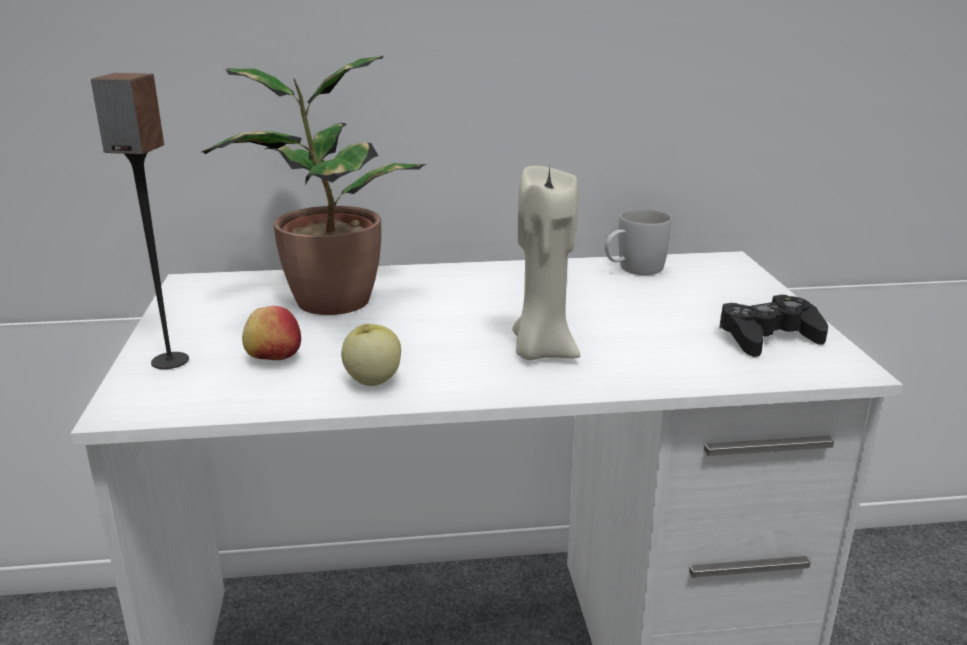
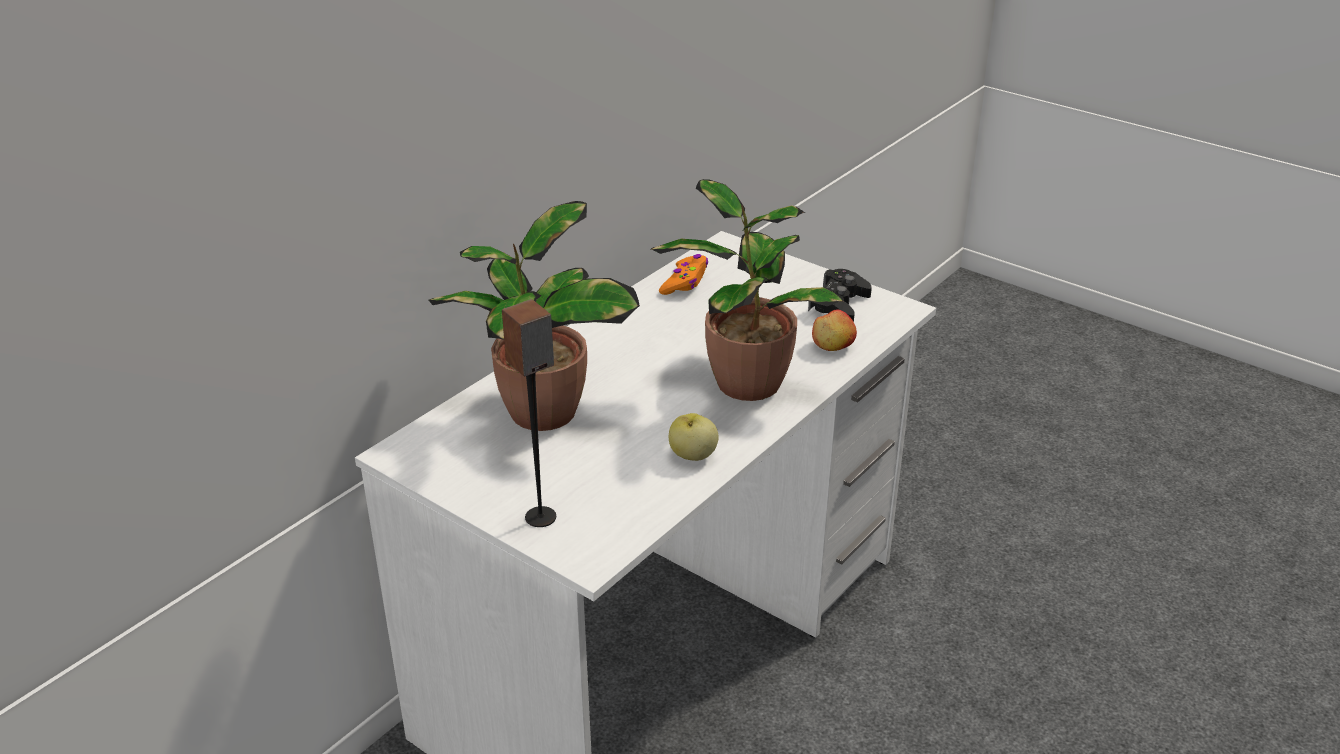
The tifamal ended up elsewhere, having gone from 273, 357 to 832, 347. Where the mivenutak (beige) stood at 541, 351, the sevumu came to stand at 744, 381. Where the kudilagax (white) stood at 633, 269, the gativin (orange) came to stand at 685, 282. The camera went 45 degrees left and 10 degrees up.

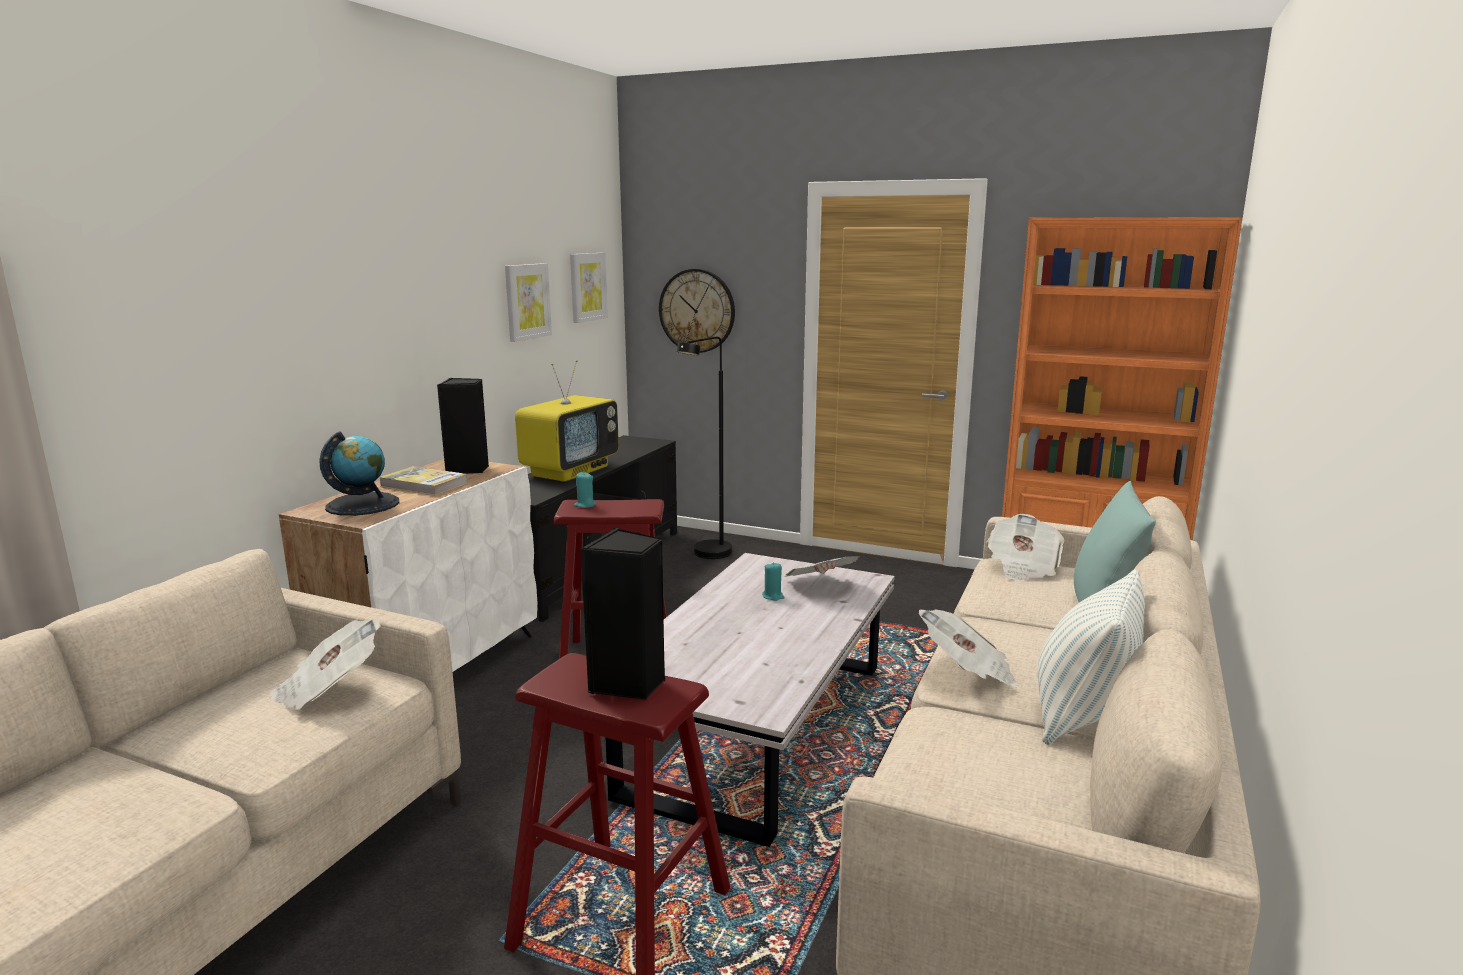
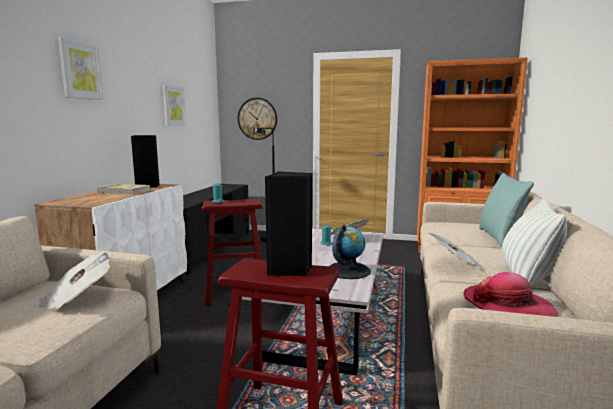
The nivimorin ended up elsewhere, having gone from 363, 504 to 348, 270. The second view lost the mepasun at 570, 471. The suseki ended up elsewhere, having gone from 587, 287 to 80, 70. The second view lost the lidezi at 1022, 567. The second view gained the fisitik at 508, 306. The camera went 10 degrees left and 5 degrees down.

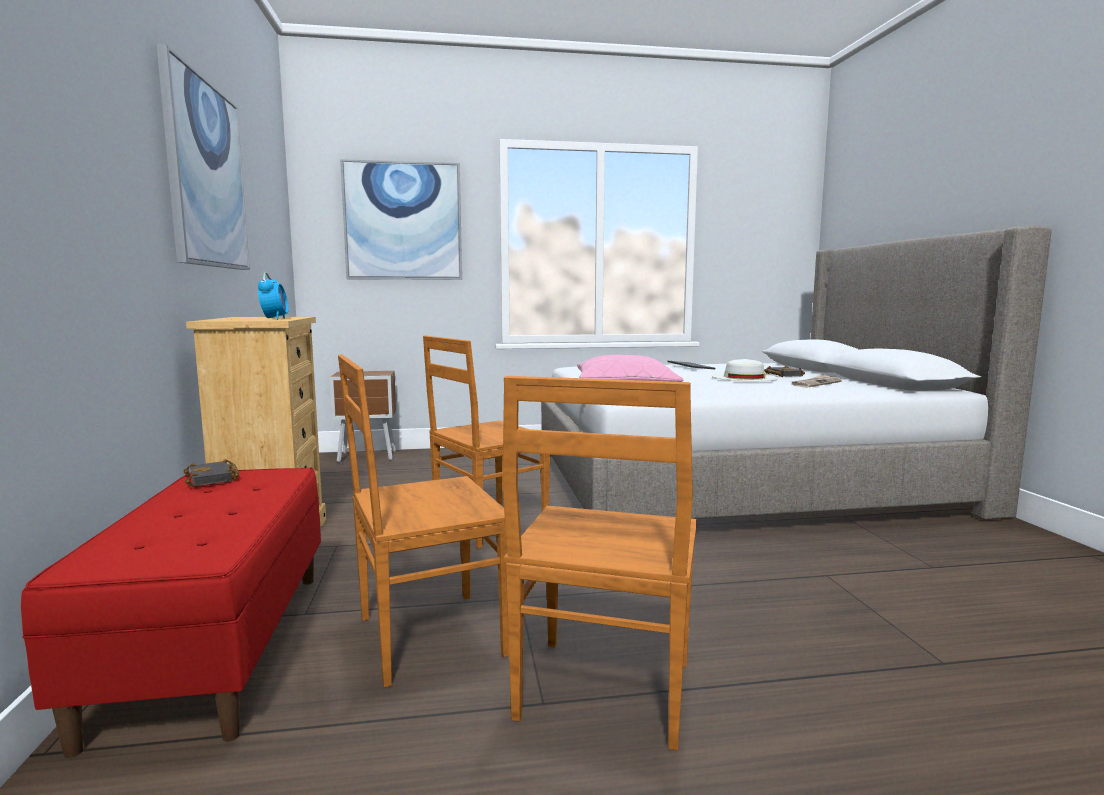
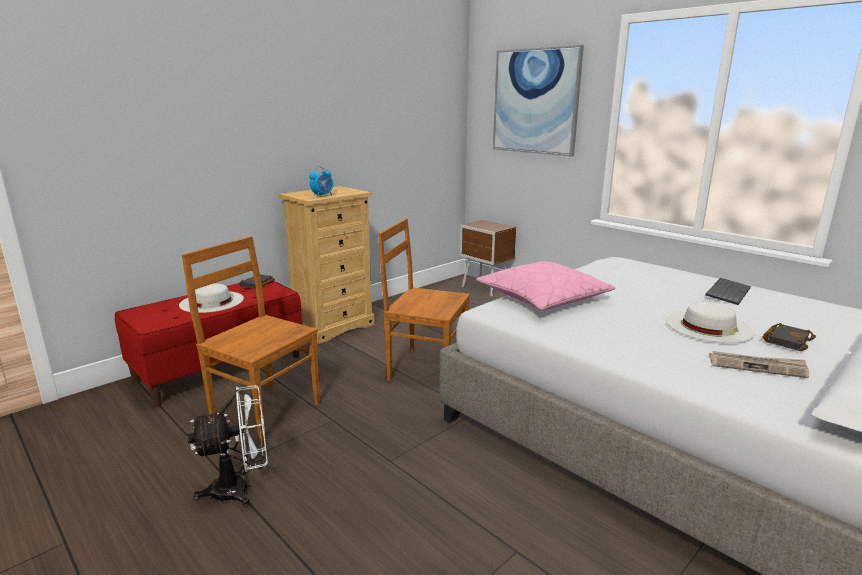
The second view lost the suseki at 206, 175. Where the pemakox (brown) stood at 603, 693, the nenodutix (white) came to stand at 240, 488. The second view gained the fisitik (white) at 211, 301. The camera went 55 degrees right and 10 degrees up.

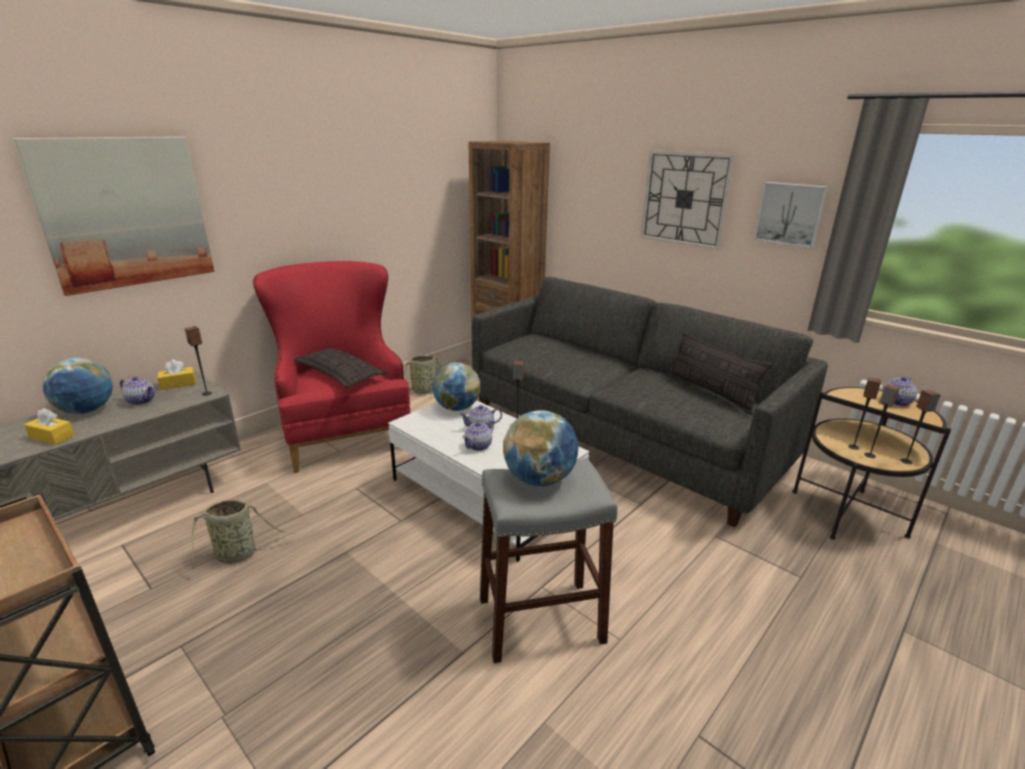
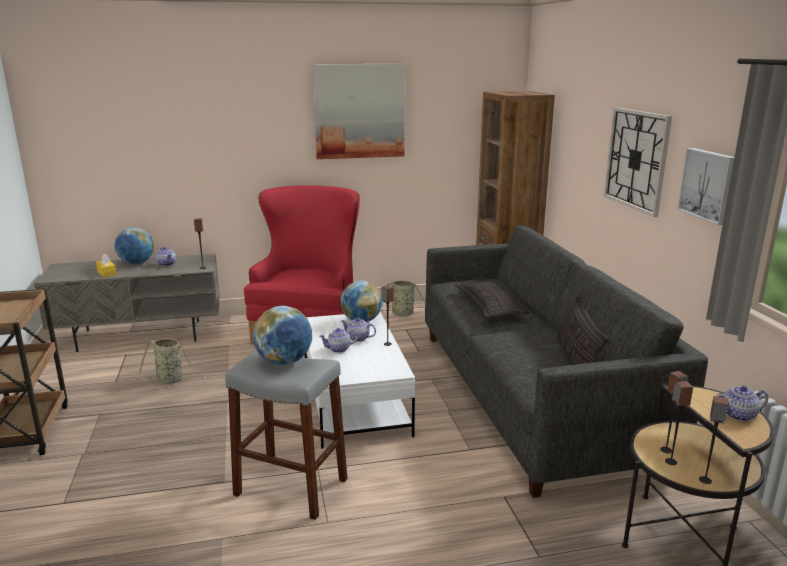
The suseki ended up elsewhere, having gone from 125, 213 to 359, 111. The second view lost the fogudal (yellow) at 178, 384. The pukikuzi ended up elsewhere, having gone from 340, 373 to 489, 306. The camera went 35 degrees right and 5 degrees down.

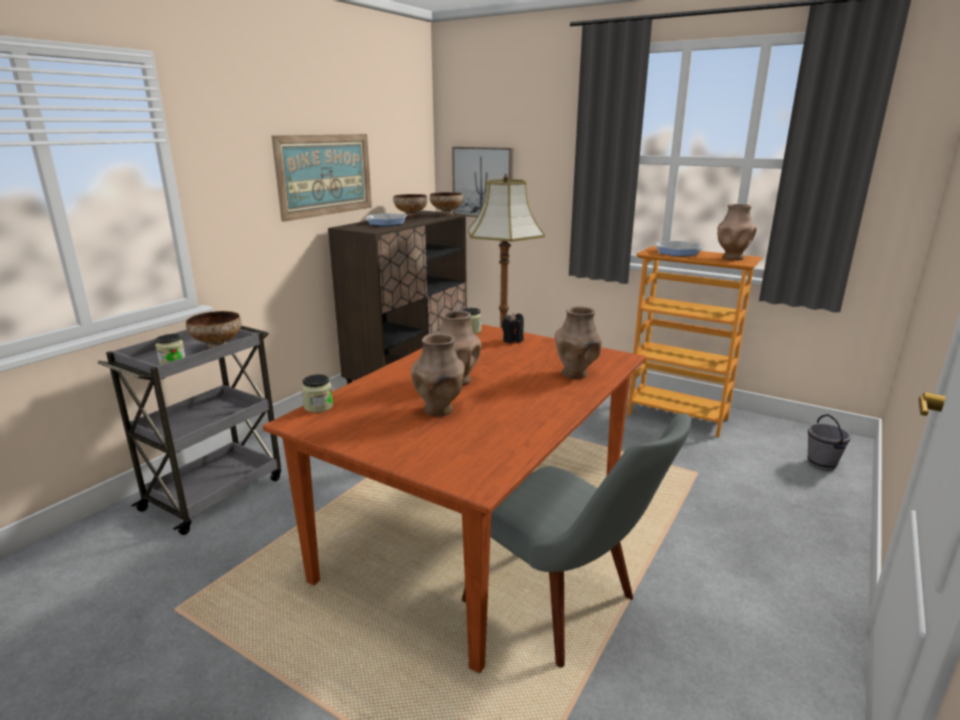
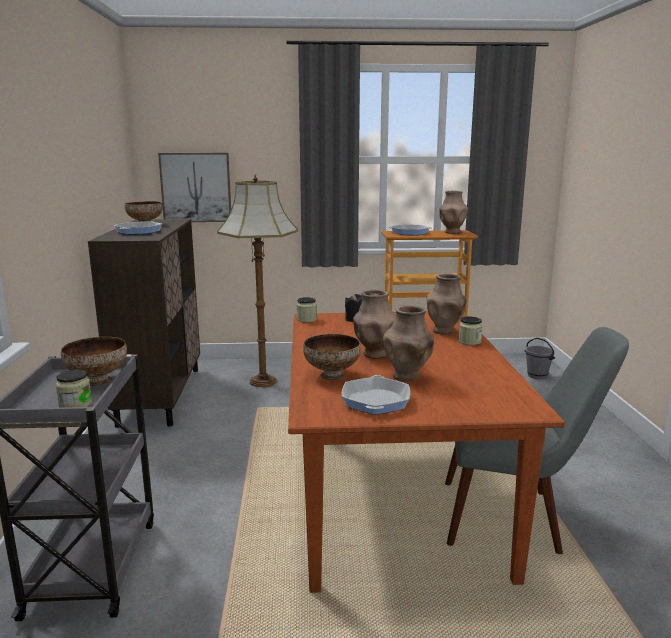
The second view lost the suseki at 325, 175. The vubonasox ended up elsewhere, having gone from 318, 406 to 469, 342. The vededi ended up elsewhere, having gone from 447, 214 to 332, 375. The second view gained the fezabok at 375, 401. The camera went 35 degrees left and 5 degrees down.

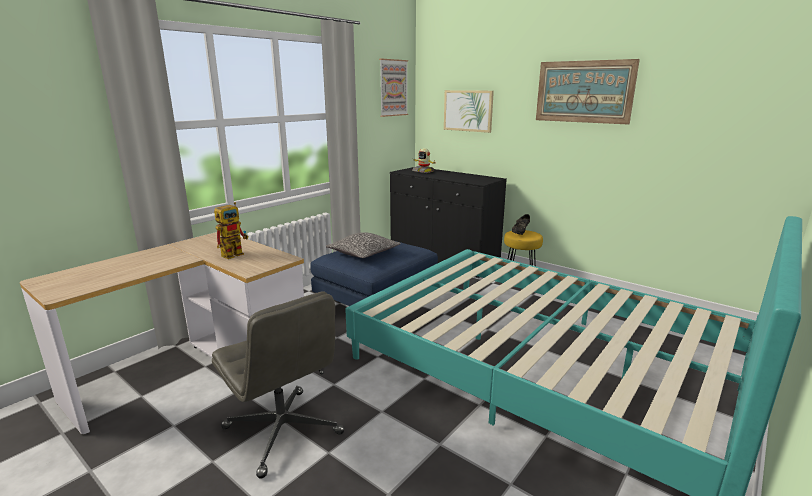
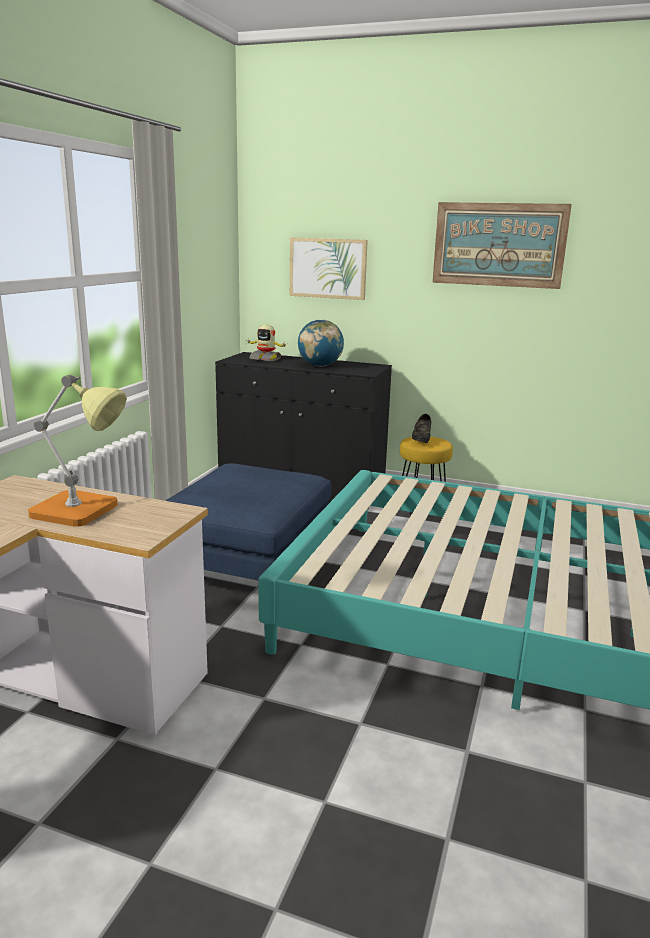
The second view lost the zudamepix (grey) at 284, 431. Where the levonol stood at 235, 253, the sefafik came to stand at 83, 511. The second view lost the pukikuzi at 363, 253. The second view lost the suseki at 393, 88. The second view gained the nivimorin at 320, 365. The camera went 20 degrees left and 0 degrees up.

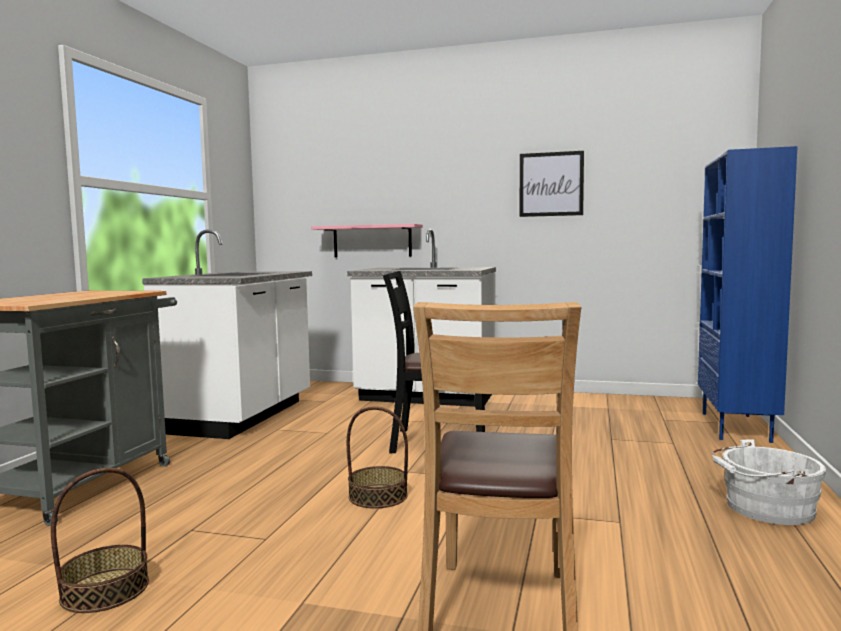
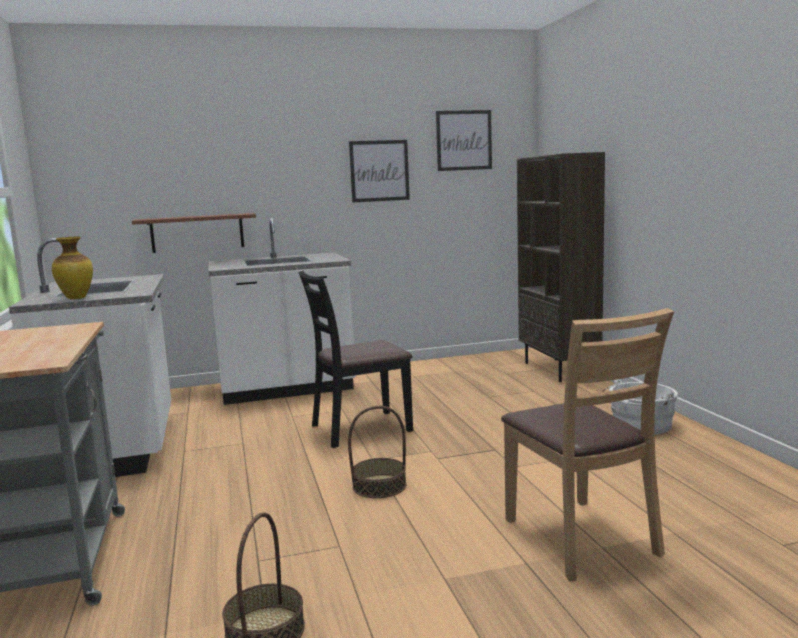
What was the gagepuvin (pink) at 372, 241 turned into the gagepuvin (brown) at 197, 233. What was the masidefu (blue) at 737, 427 turned into the masidefu (brown) at 559, 370. The second view gained the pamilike at 77, 298. The second view gained the suseki at 464, 140. The camera went 30 degrees left and 5 degrees up.

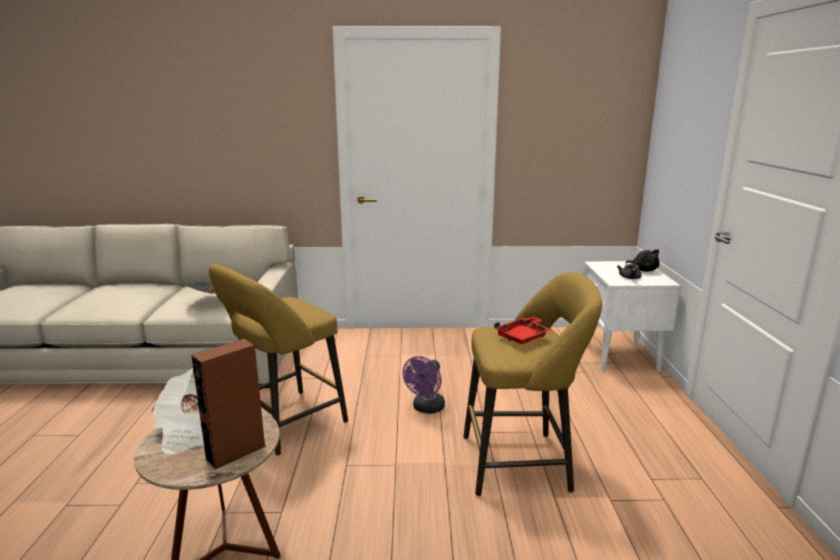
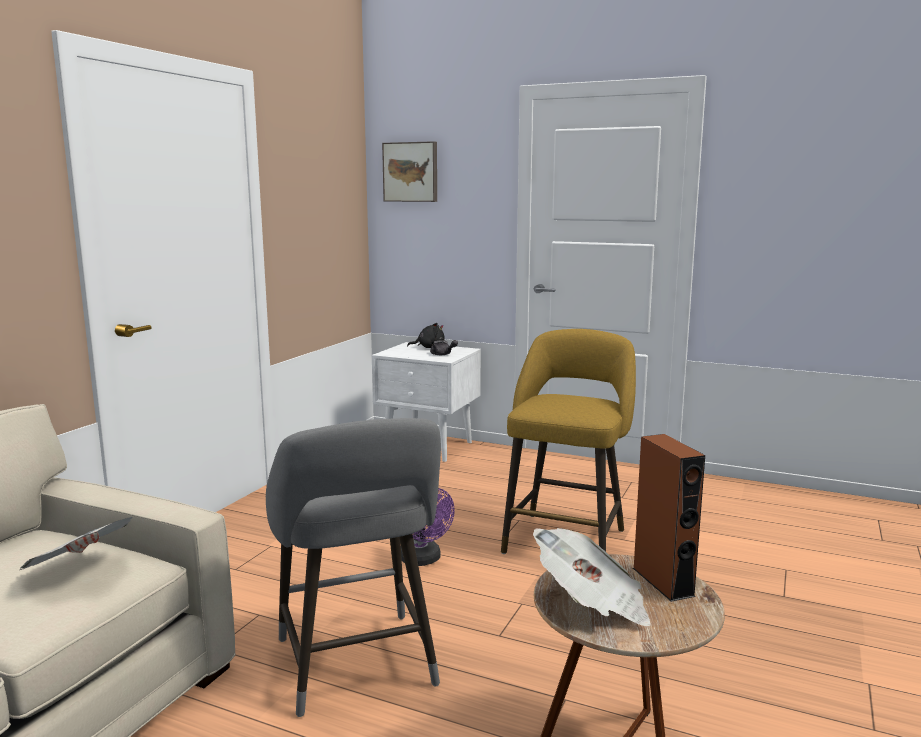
What was the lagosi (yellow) at 284, 424 turned into the lagosi (grey) at 358, 668. The second view lost the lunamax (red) at 523, 337. The second view gained the suseki at 411, 172. The camera went 65 degrees left and 5 degrees down.

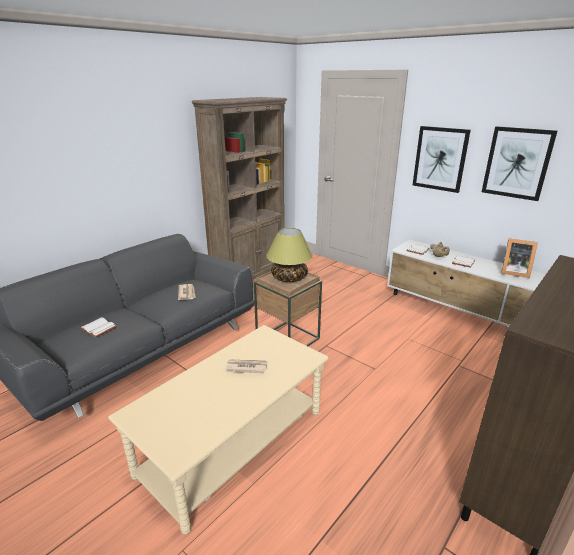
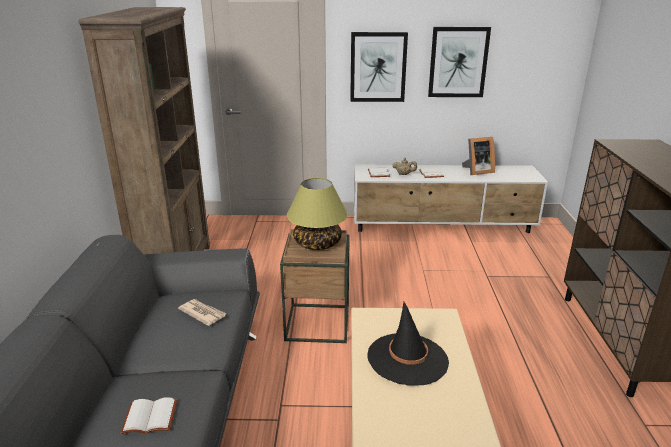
Where the lidezi stood at 246, 367, the fisitik (black) came to stand at 407, 359. The camera went 40 degrees left and 0 degrees up.

